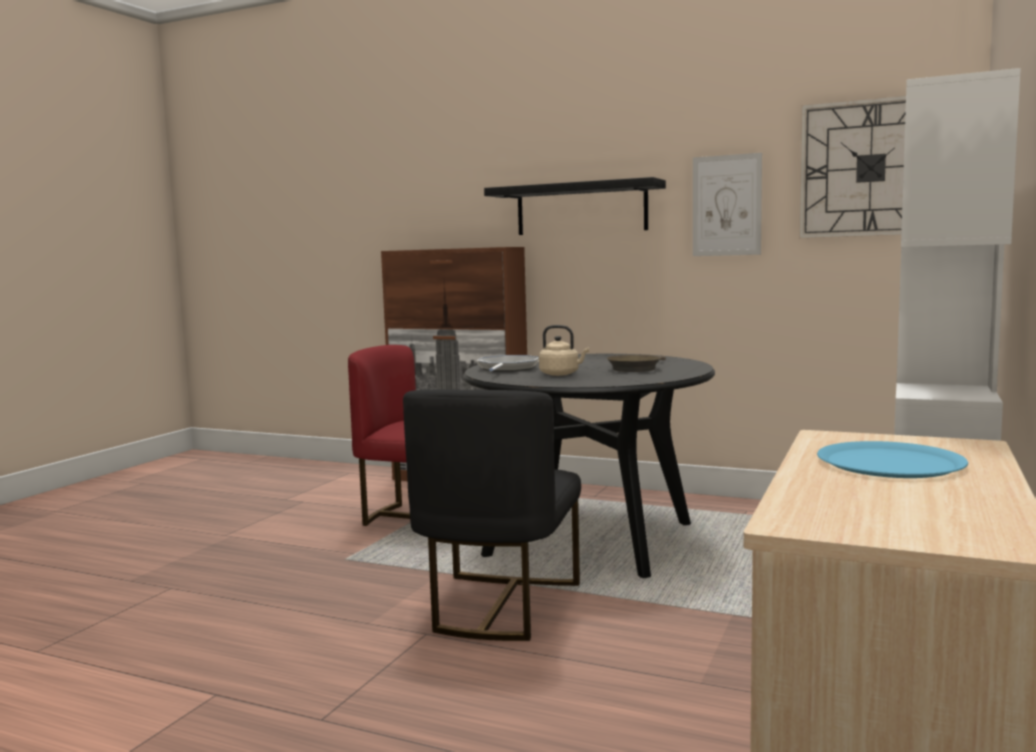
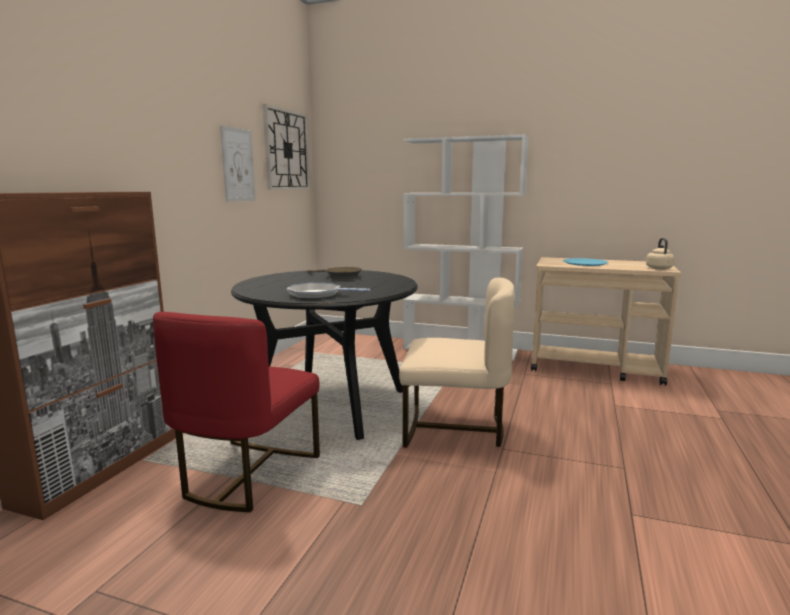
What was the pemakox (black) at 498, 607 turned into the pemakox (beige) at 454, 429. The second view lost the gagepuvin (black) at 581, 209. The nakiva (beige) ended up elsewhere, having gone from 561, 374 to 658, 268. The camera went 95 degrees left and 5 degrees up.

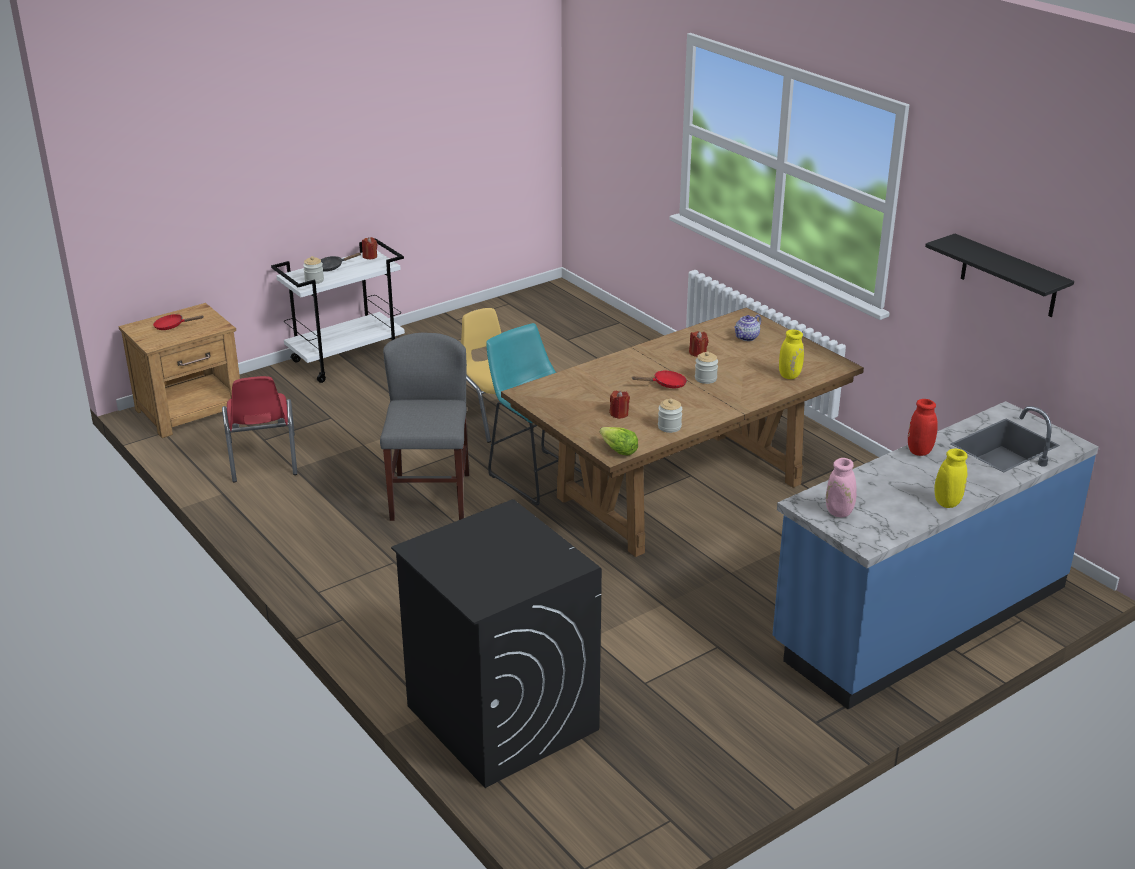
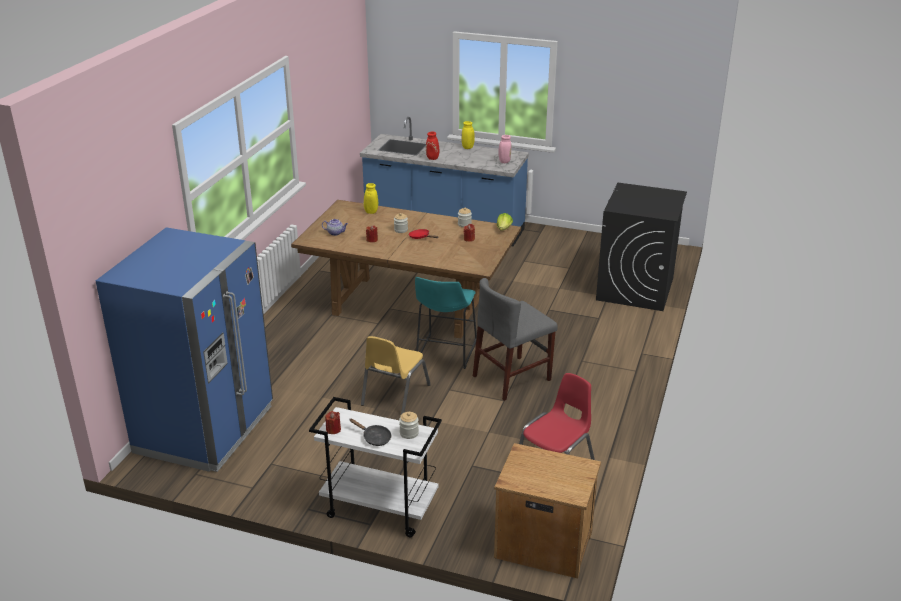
The second view lost the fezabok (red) at 172, 326. The second view lost the gagepuvin (black) at 1009, 276. The second view gained the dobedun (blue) at 205, 430. The camera went 125 degrees left and 0 degrees up.

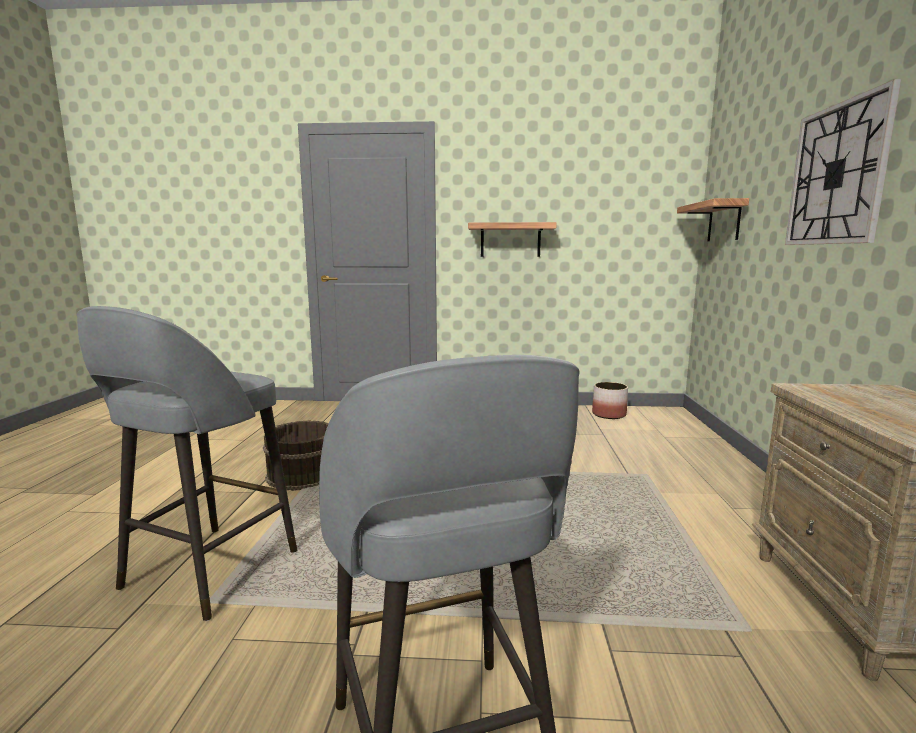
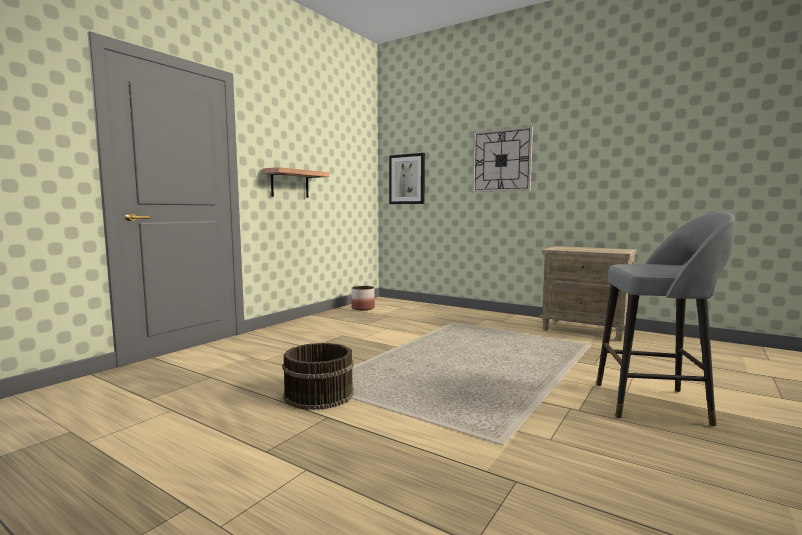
The second view lost the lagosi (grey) at 206, 572. Where the gagepuvin hung at 724, 221, the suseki came to hang at 407, 179. The camera went 60 degrees left and 5 degrees down.

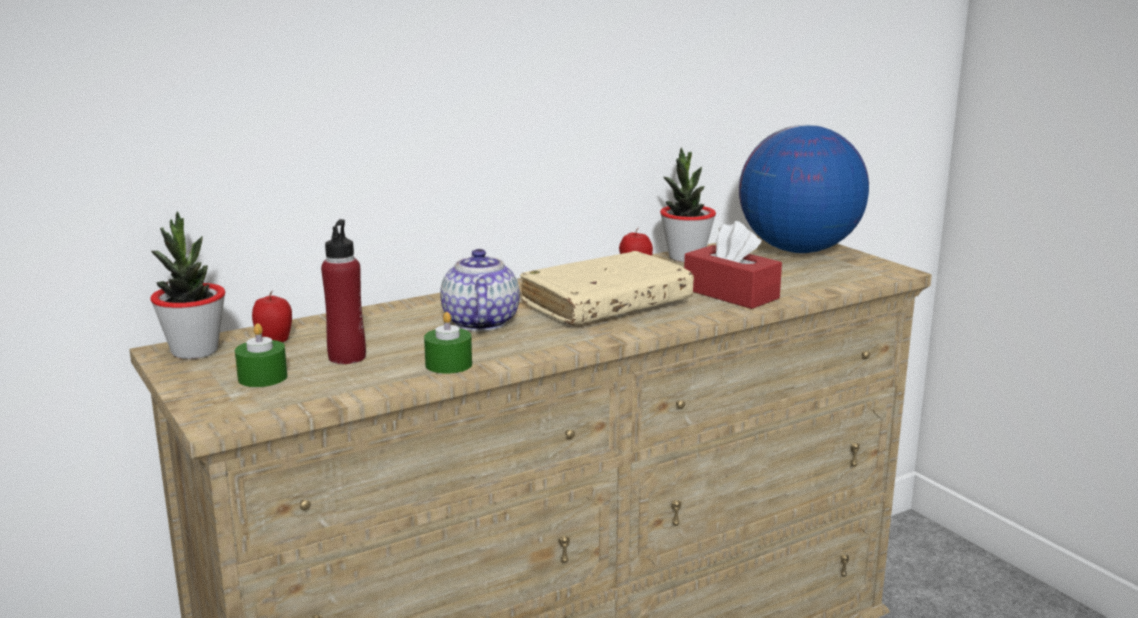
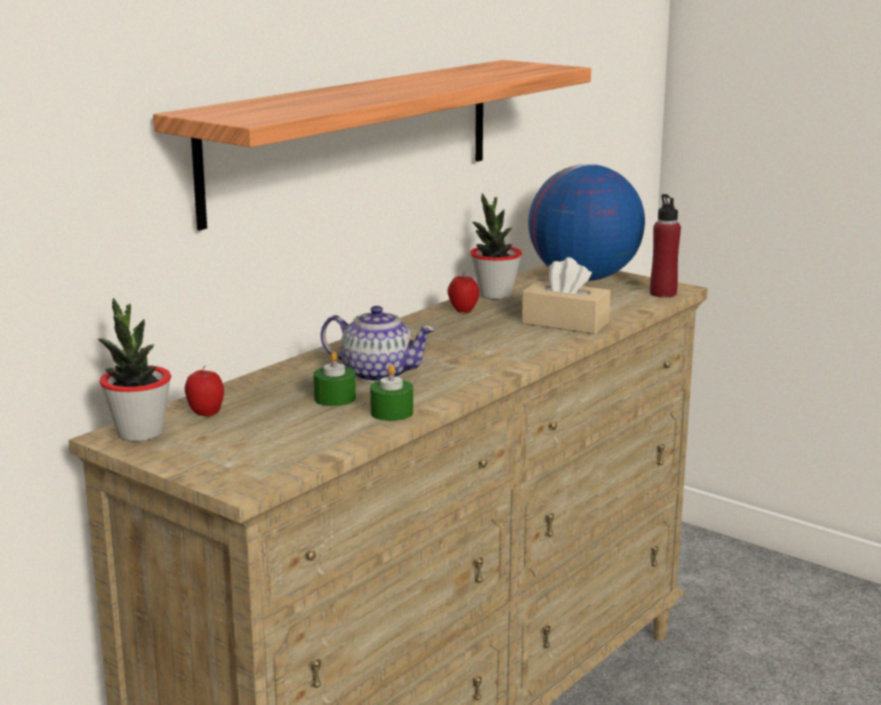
The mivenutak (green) ended up elsewhere, having gone from 262, 377 to 335, 398. The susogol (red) ended up elsewhere, having gone from 347, 357 to 663, 293. The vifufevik at 479, 323 ended up facing another way, 135 degrees clockwise from before. The second view lost the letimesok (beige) at 606, 304. What was the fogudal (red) at 730, 294 turned into the fogudal (beige) at 565, 323. The second view gained the gagepuvin at 354, 137. The camera went 20 degrees left and 0 degrees up.

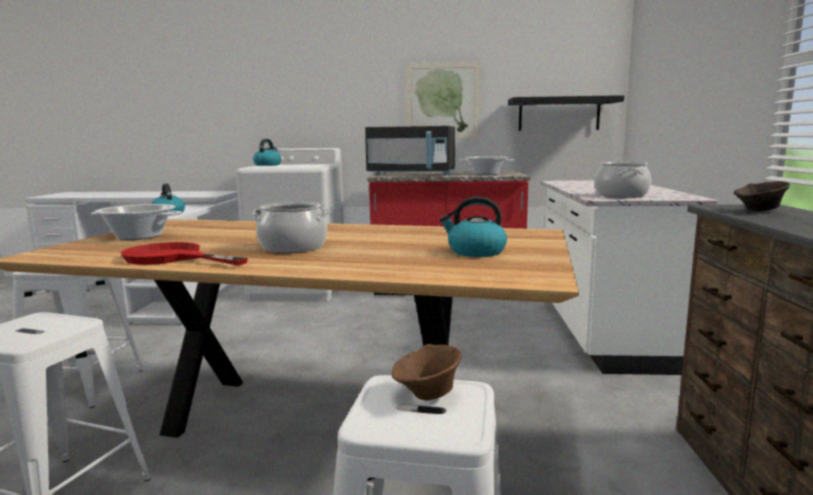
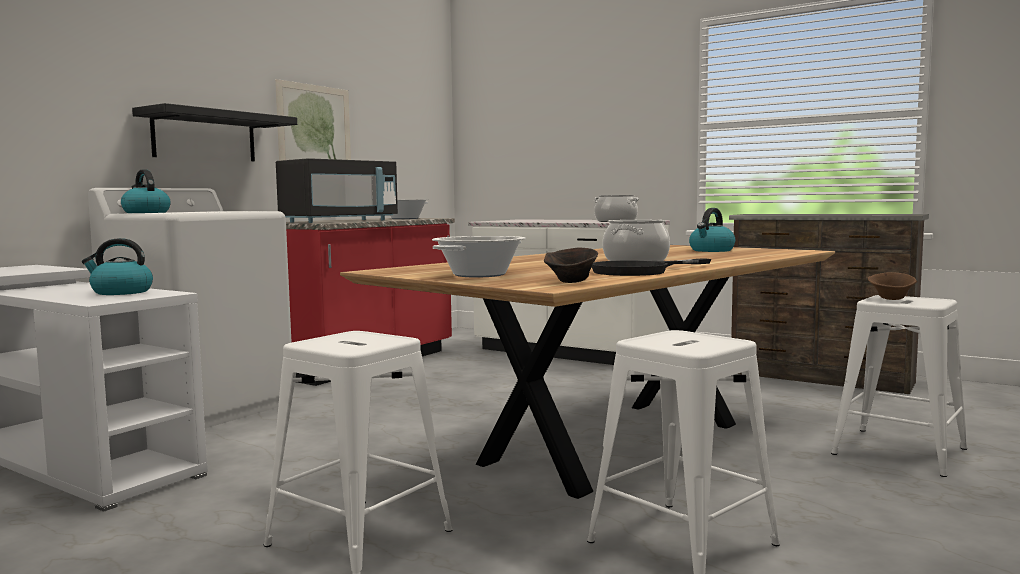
What was the fezabok (red) at 172, 258 turned into the fezabok (black) at 640, 271. The gagepuvin (black) ended up elsewhere, having gone from 559, 114 to 204, 137. The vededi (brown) ended up elsewhere, having gone from 759, 211 to 571, 282. The camera went 60 degrees left and 5 degrees down.

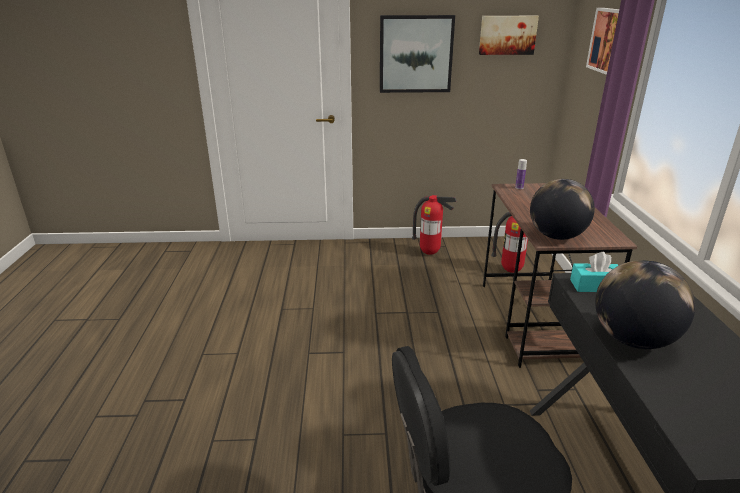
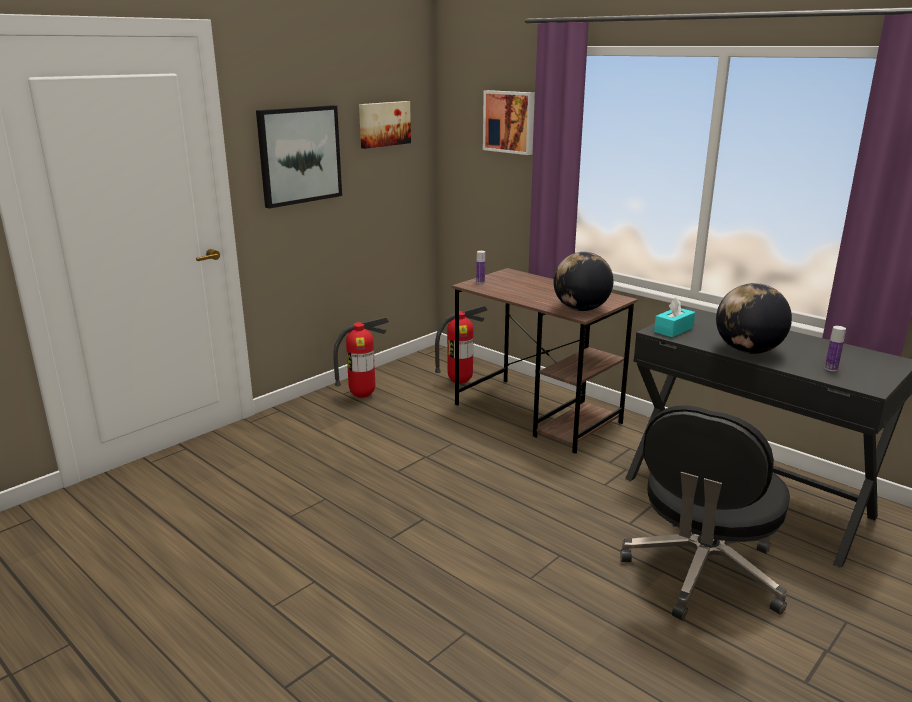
The second view gained the susogol at 831, 369. The camera went 45 degrees left and 5 degrees down.

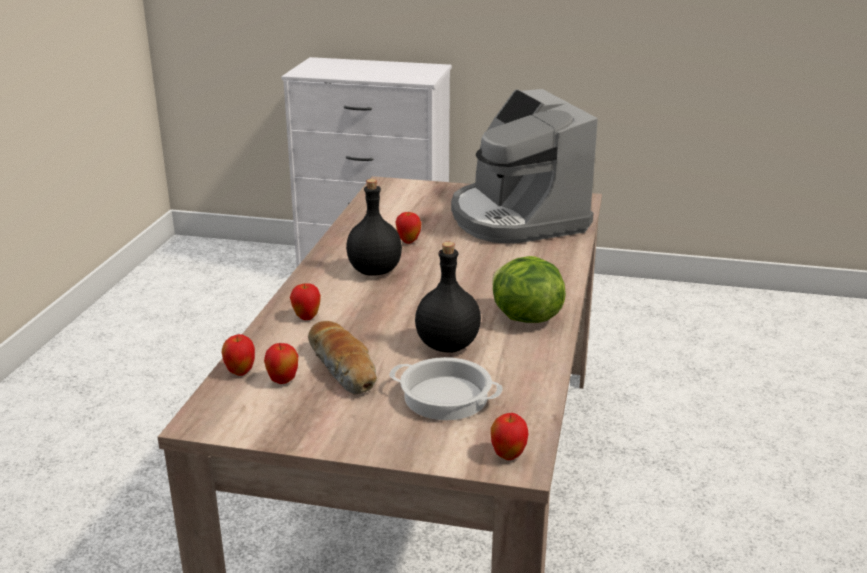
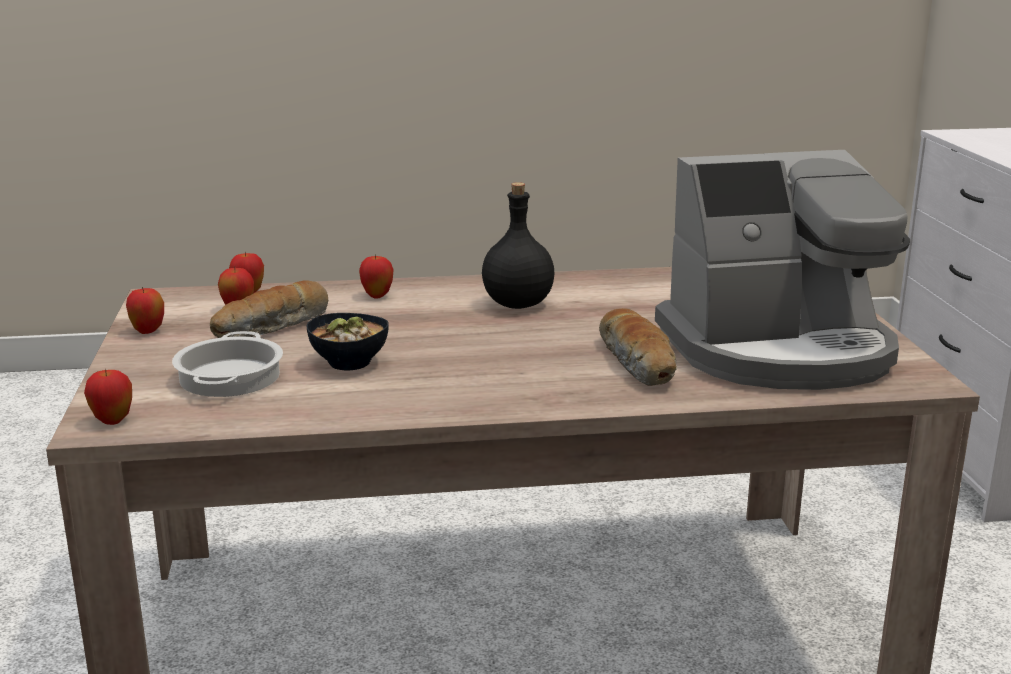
The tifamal ended up elsewhere, having gone from 408, 241 to 148, 331. Where the susogol (black) stood at 446, 346, the vededi came to stand at 349, 362. The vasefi at 516, 218 ended up facing another way, 150 degrees counterclockwise from before. The second view lost the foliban at 524, 318. The second view gained the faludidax at 638, 363. The camera went 70 degrees right and 5 degrees down.

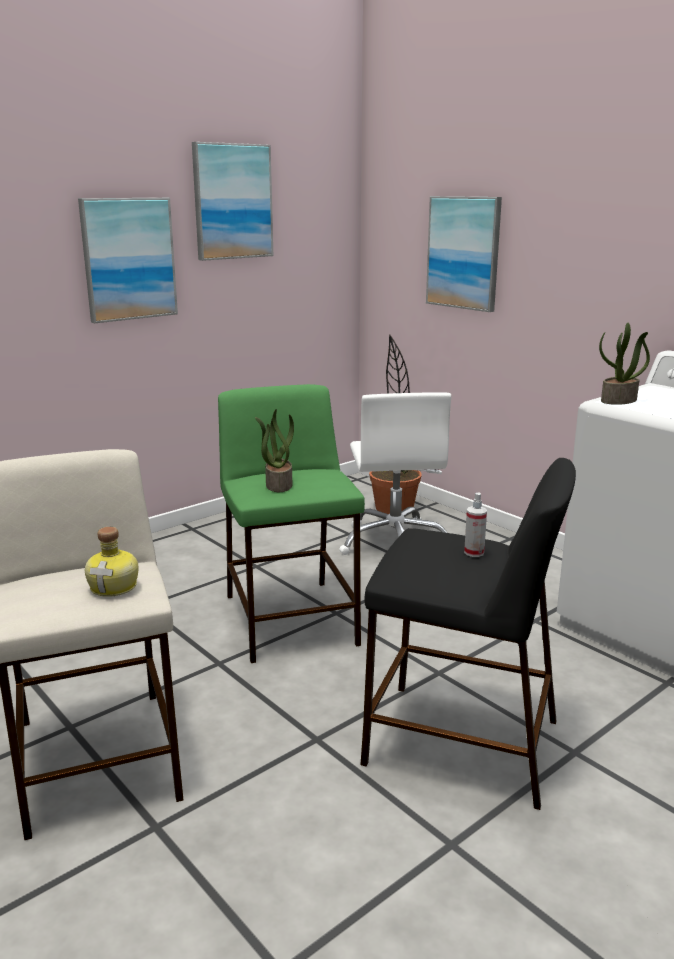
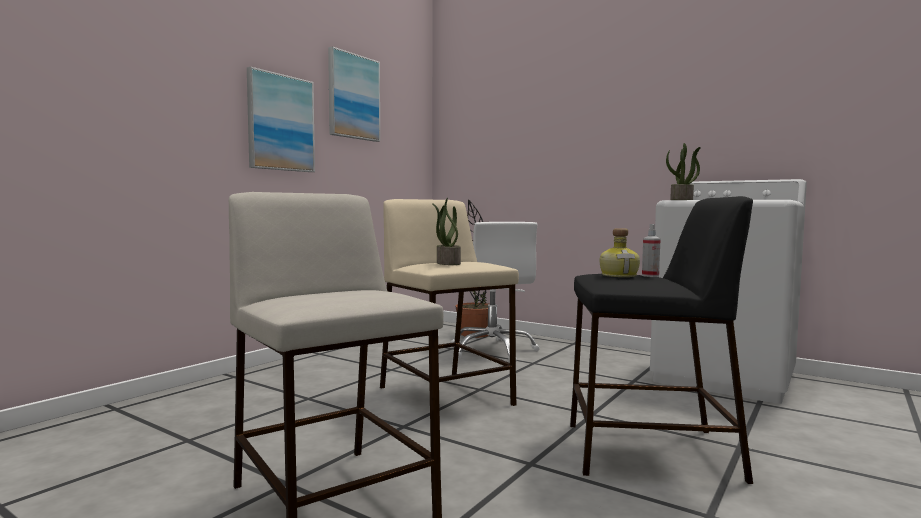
The susogol ended up elsewhere, having gone from 115, 586 to 619, 275. What was the lagosi (green) at 291, 620 turned into the lagosi (beige) at 446, 396. The second view lost the suseki at 464, 253. The camera went 15 degrees left and 15 degrees down.

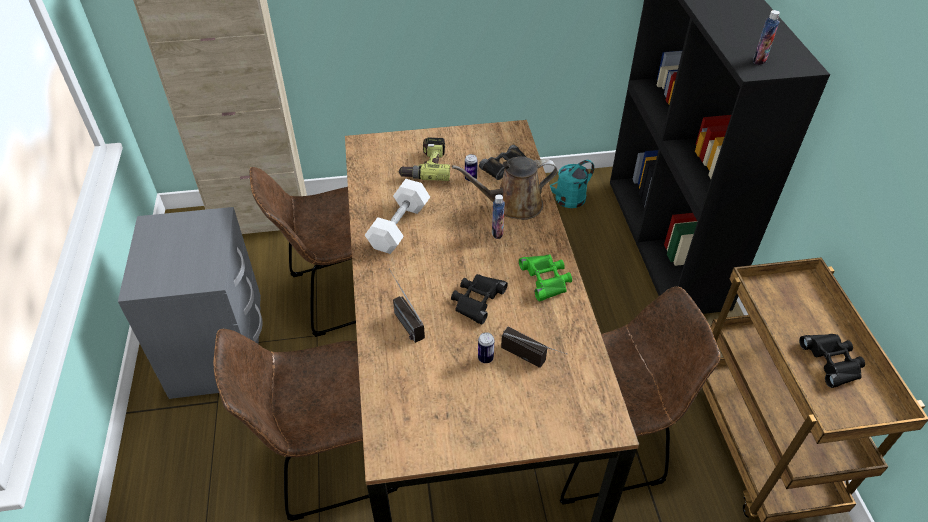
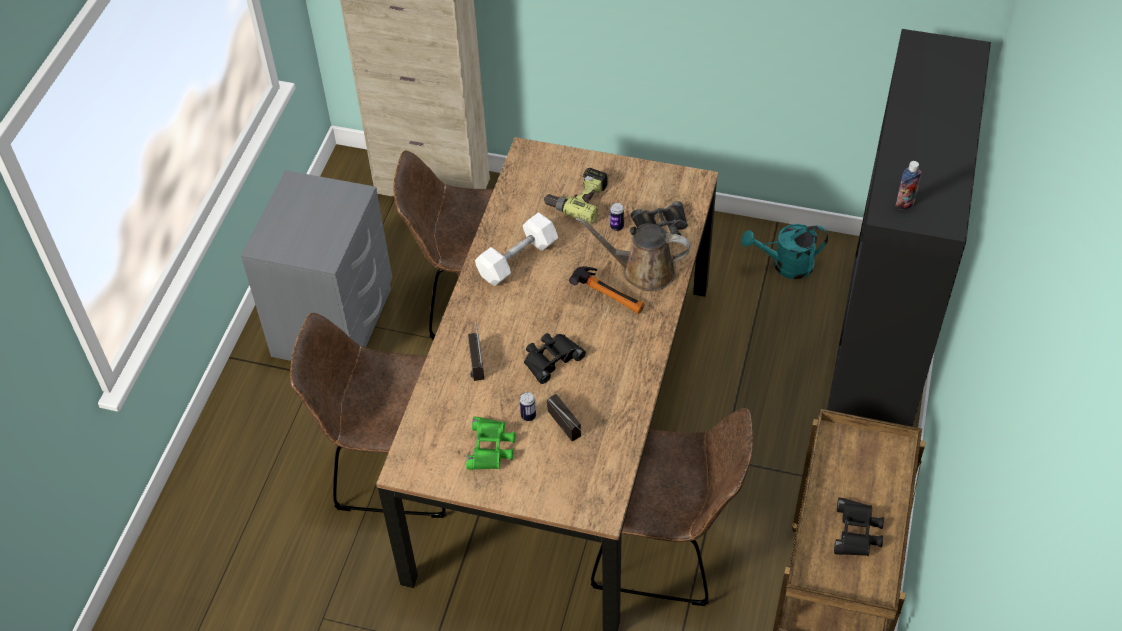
Where the susogol stood at 497, 232, the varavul came to stand at 609, 296. The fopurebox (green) ended up elsewhere, having gone from 546, 279 to 491, 447. The camera went 25 degrees right and 5 degrees up.

